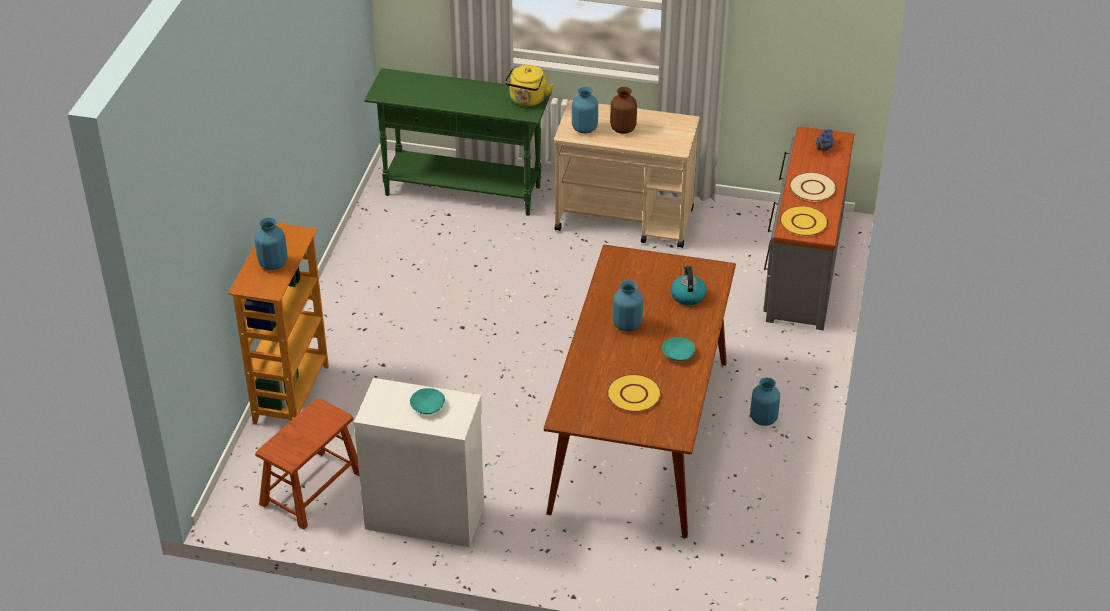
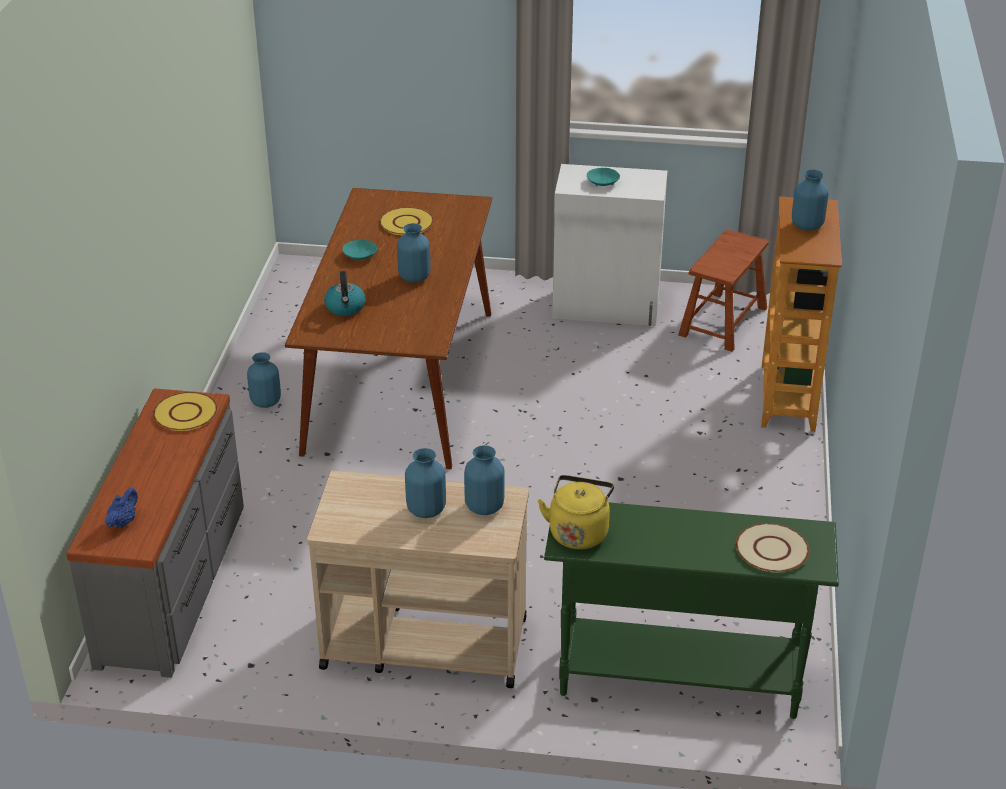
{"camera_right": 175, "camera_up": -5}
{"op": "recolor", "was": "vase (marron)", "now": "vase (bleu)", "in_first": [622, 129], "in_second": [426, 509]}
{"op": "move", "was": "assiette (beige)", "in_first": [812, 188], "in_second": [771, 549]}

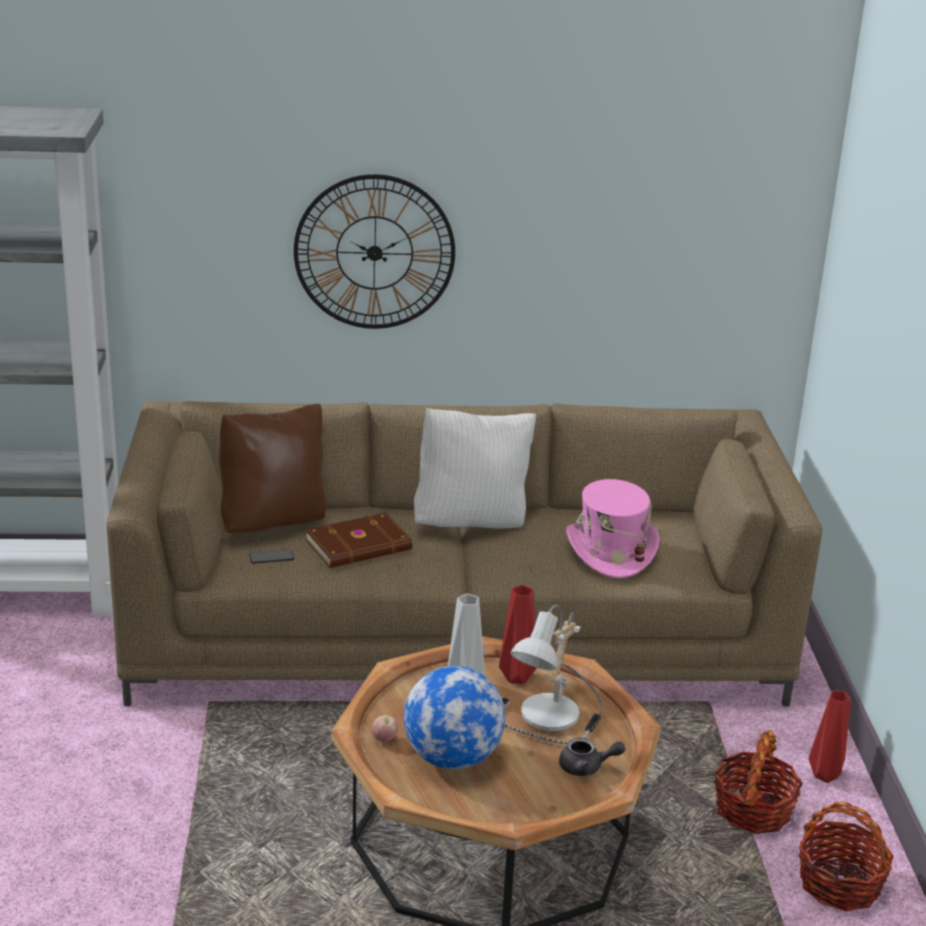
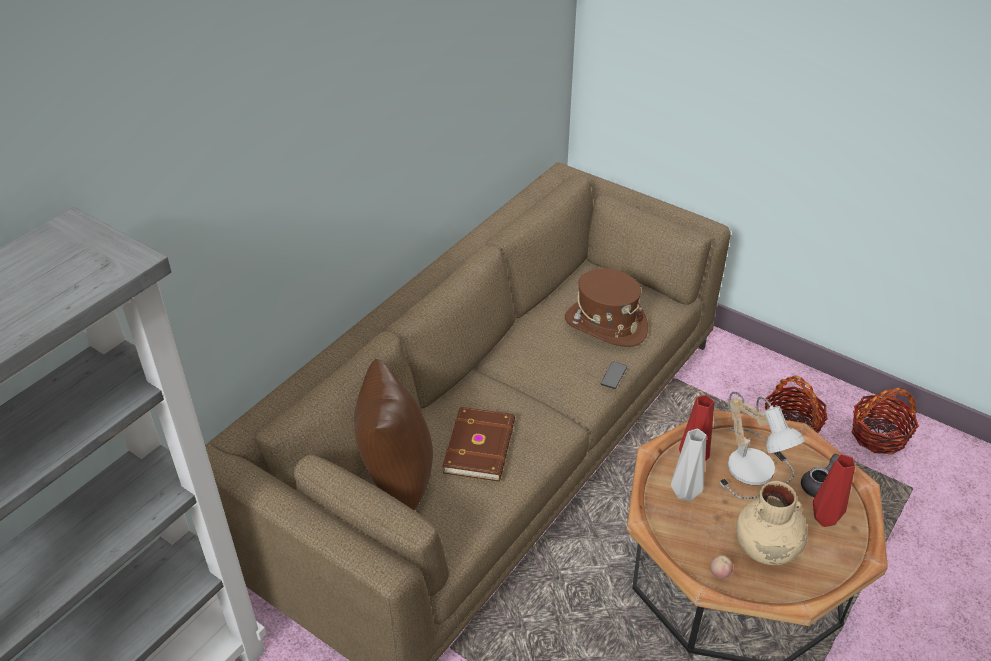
{"camera_right": -50, "camera_up": 15}
{"op": "move", "was": "téléphone", "in_first": [271, 557], "in_second": [613, 376]}
{"op": "delete", "was": "horloge murale", "in_first": [374, 252]}
{"op": "replace", "was": "globe", "now": "vase (beige)", "in_first": [452, 758], "in_second": [767, 548]}
{"op": "delete", "was": "coussin (blanc)", "in_first": [471, 522]}
{"op": "recolor", "was": "chapeau (rose)", "now": "chapeau (marron)", "in_first": [610, 551], "in_second": [605, 325]}
{"op": "move", "was": "vase (rouge)", "in_first": [824, 774], "in_second": [823, 518]}

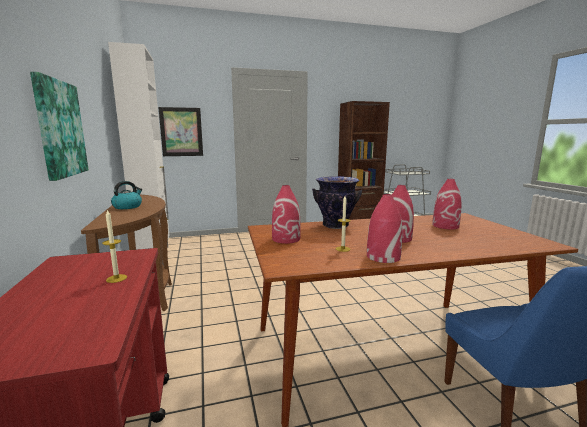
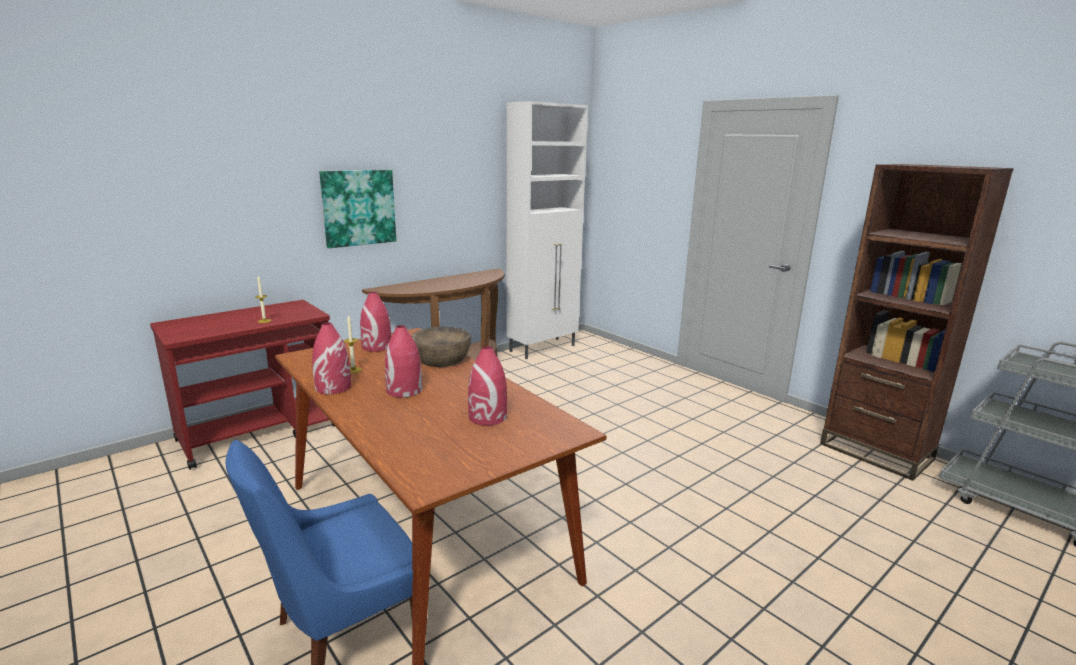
{"camera_right": 65, "camera_up": 5}
{"op": "delete", "was": "bouilloire", "in_first": [128, 206]}
{"op": "delete", "was": "tableau", "in_first": [181, 132]}
{"op": "replace", "was": "vase", "now": "bol (marron)", "in_first": [335, 226], "in_second": [441, 359]}

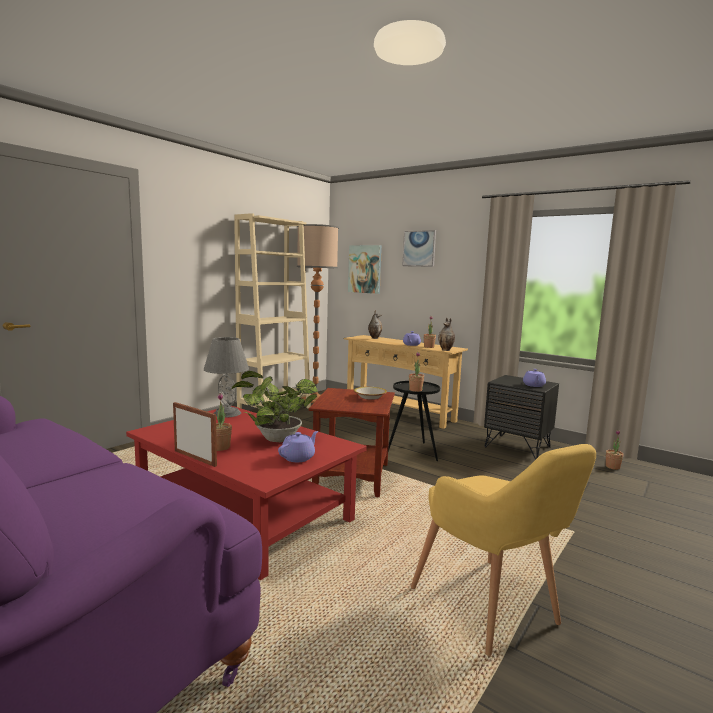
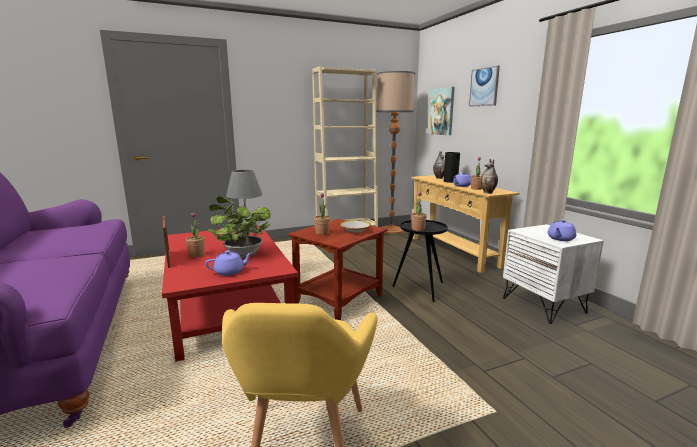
{"camera_right": 30, "camera_up": 5}
{"op": "recolor", "was": "table de chevet (noir)", "now": "table de chevet (blanc)", "in_first": [517, 447], "in_second": [544, 305]}
{"op": "move", "was": "plante en pot", "in_first": [612, 467], "in_second": [322, 233]}
{"op": "insert", "now": "vase", "in_second": [450, 181]}

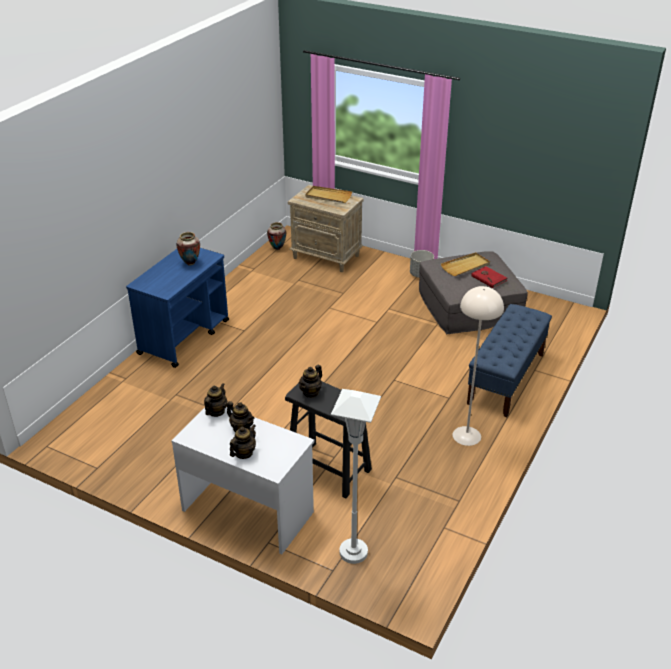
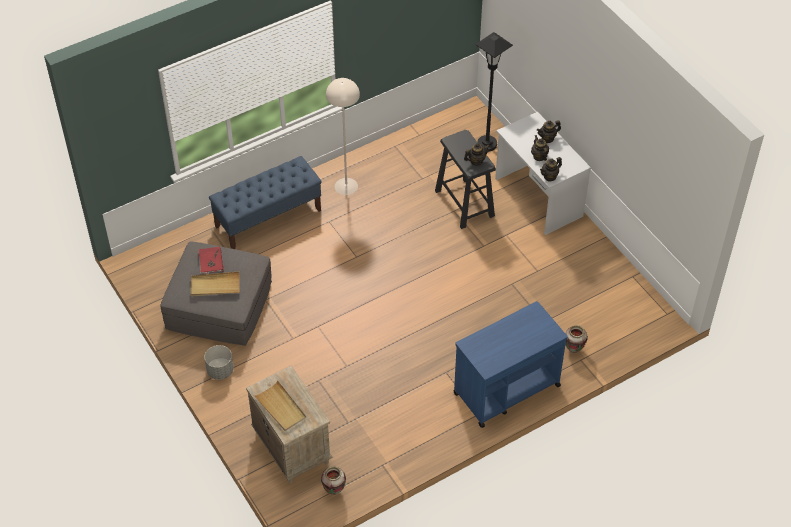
{"camera_right": -150, "camera_up": 15}
{"op": "move", "was": "vase", "in_first": [190, 263], "in_second": [573, 350]}
{"op": "recolor", "was": "lampadaire (blanc)", "now": "lampadaire (noir)", "in_first": [353, 552], "in_second": [487, 144]}

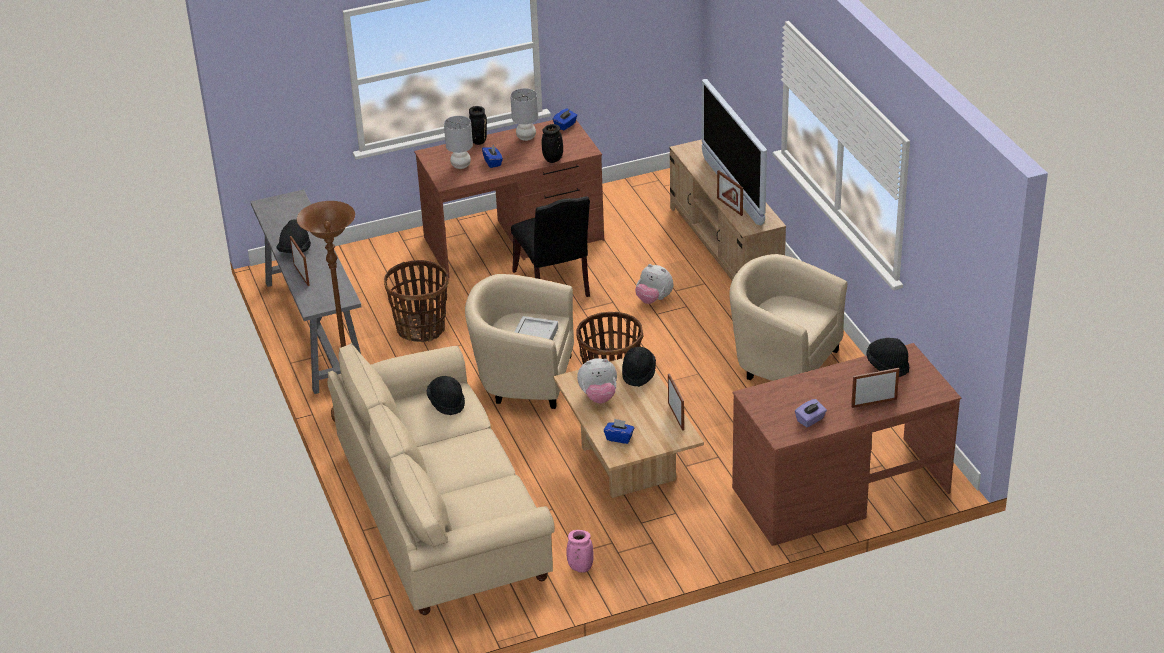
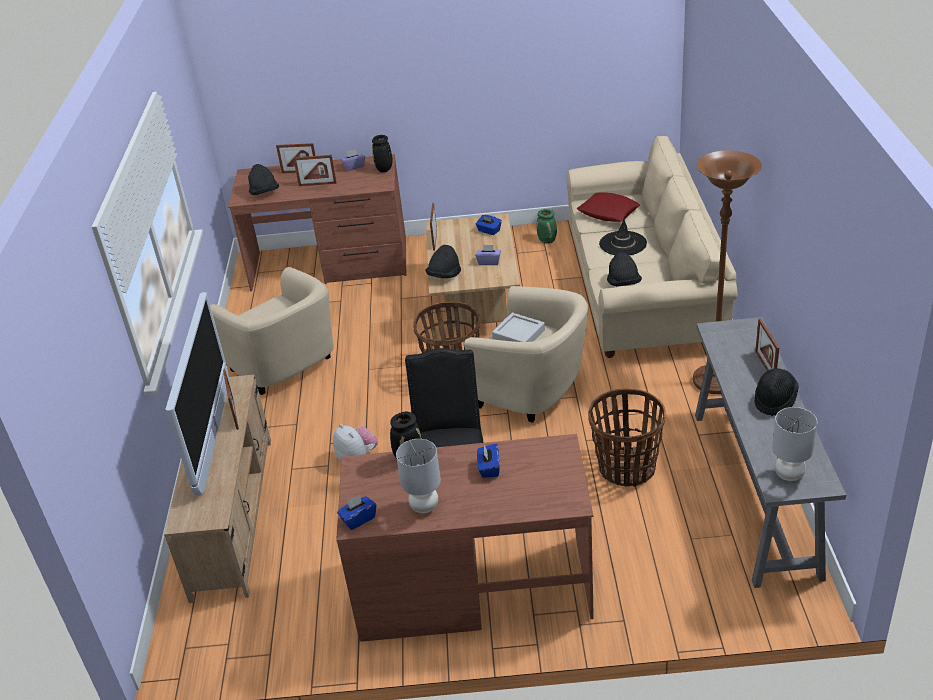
{"camera_right": -160, "camera_up": 0}
{"op": "move", "was": "lampe de table (gris)", "in_first": [460, 165], "in_second": [789, 475]}
{"op": "move", "was": "vase (noir)", "in_first": [478, 141], "in_second": [384, 170]}
{"op": "recolor", "was": "vase (rose)", "now": "vase (vert)", "in_first": [580, 568], "in_second": [547, 241]}
{"op": "replace", "was": "peluche", "now": "boîte à mouchoirs (violet)", "in_first": [598, 397], "in_second": [489, 262]}
{"op": "insert", "now": "cadre photo", "in_second": [317, 184]}
{"op": "insert", "now": "coussin (rouge)", "in_second": [608, 212]}
{"op": "insert", "now": "chapeau (noir)", "in_second": [622, 244]}

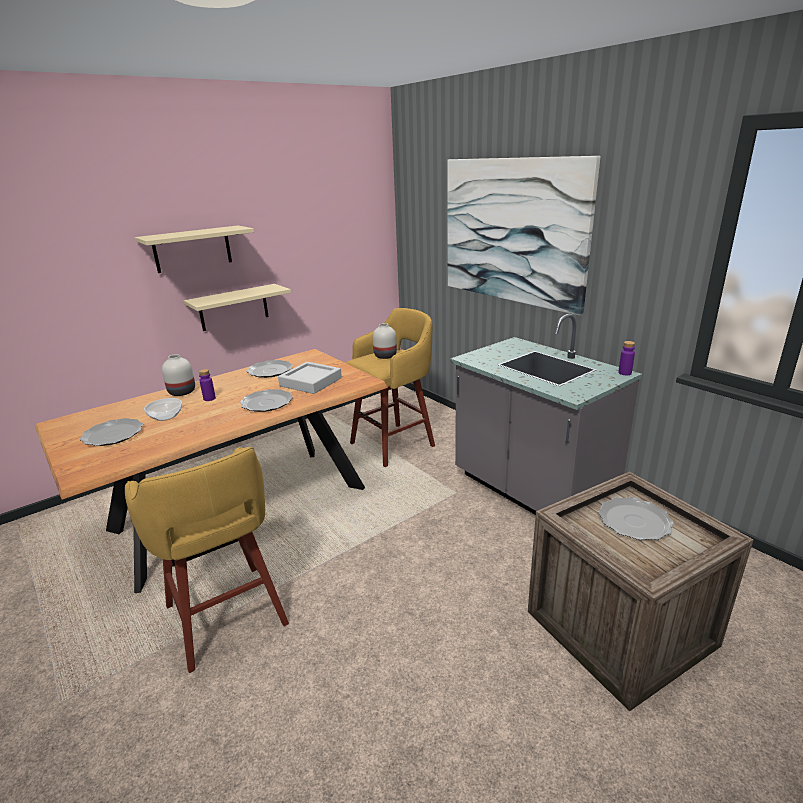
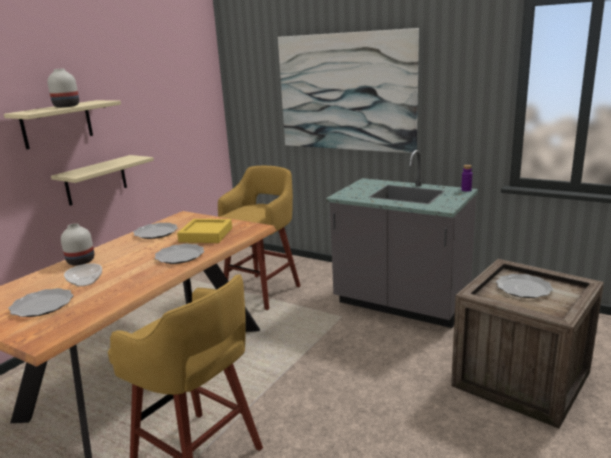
{"camera_right": -20, "camera_up": -5}
{"op": "delete", "was": "bouteille (violet)", "in_first": [209, 398]}
{"op": "recolor", "was": "plateau (gris)", "now": "plateau (jaune)", "in_first": [310, 382], "in_second": [206, 235]}
{"op": "move", "was": "vase (blanc)", "in_first": [386, 356], "in_second": [67, 106]}

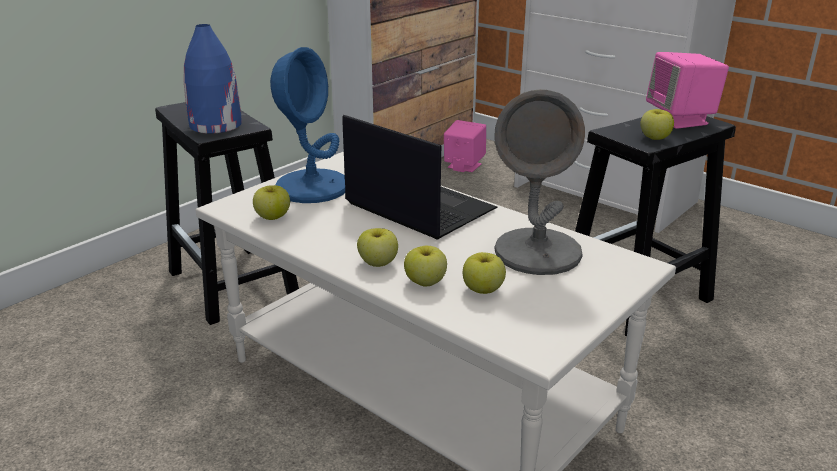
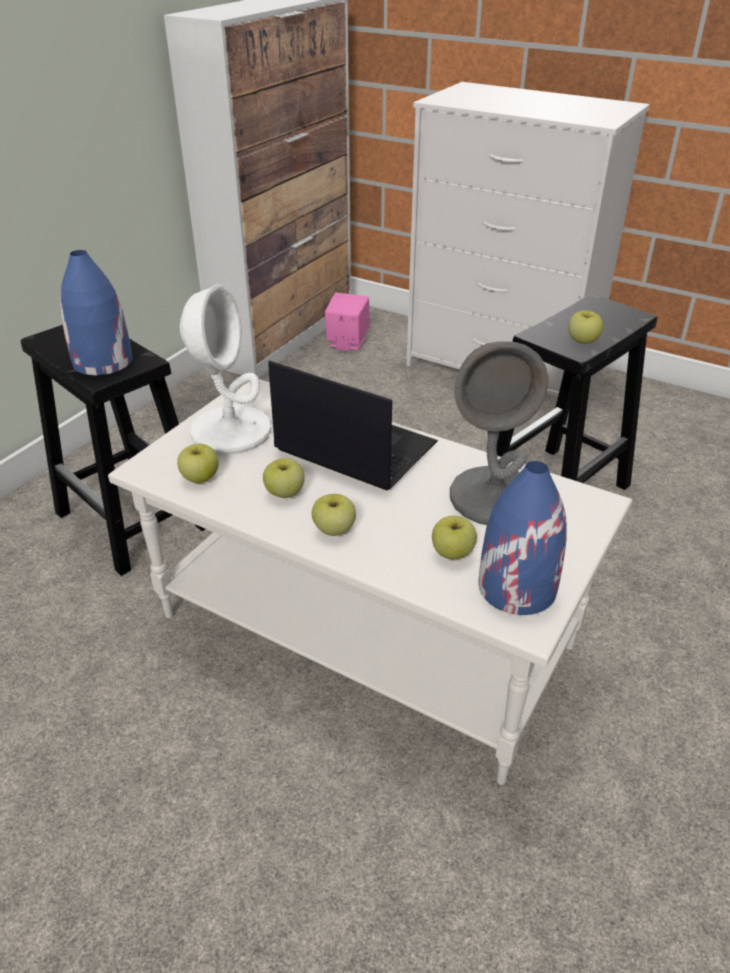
{"camera_right": -10, "camera_up": 10}
{"op": "recolor", "was": "lampe de table (bleu)", "now": "lampe de table (blanc)", "in_first": [312, 187], "in_second": [231, 431]}
{"op": "move", "was": "pomme", "in_first": [425, 282], "in_second": [285, 493]}
{"op": "delete", "was": "enceinte (rose)", "in_first": [680, 120]}
{"op": "insert", "now": "vase (bleu)", "in_second": [516, 586]}

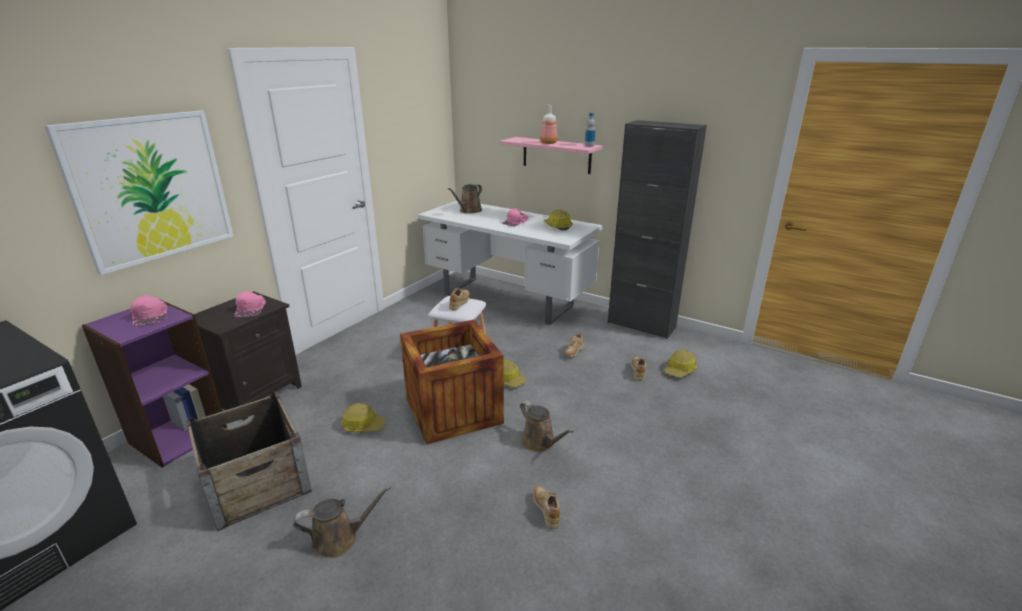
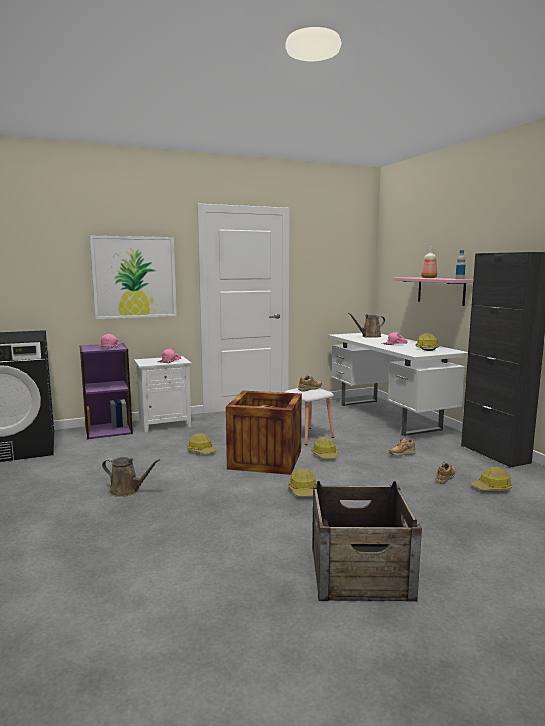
{"camera_right": 35, "camera_up": -15}
{"op": "move", "was": "caisse", "in_first": [256, 483], "in_second": [359, 571]}
{"op": "recolor", "was": "table de chevet (noir)", "now": "table de chevet (blanc)", "in_first": [258, 393], "in_second": [165, 424]}
{"op": "replace", "was": "arrosoir (marron)", "now": "casque de chantier", "in_first": [540, 442], "in_second": [303, 491]}
{"op": "delete", "was": "chaussure (beige)", "in_first": [546, 511]}

